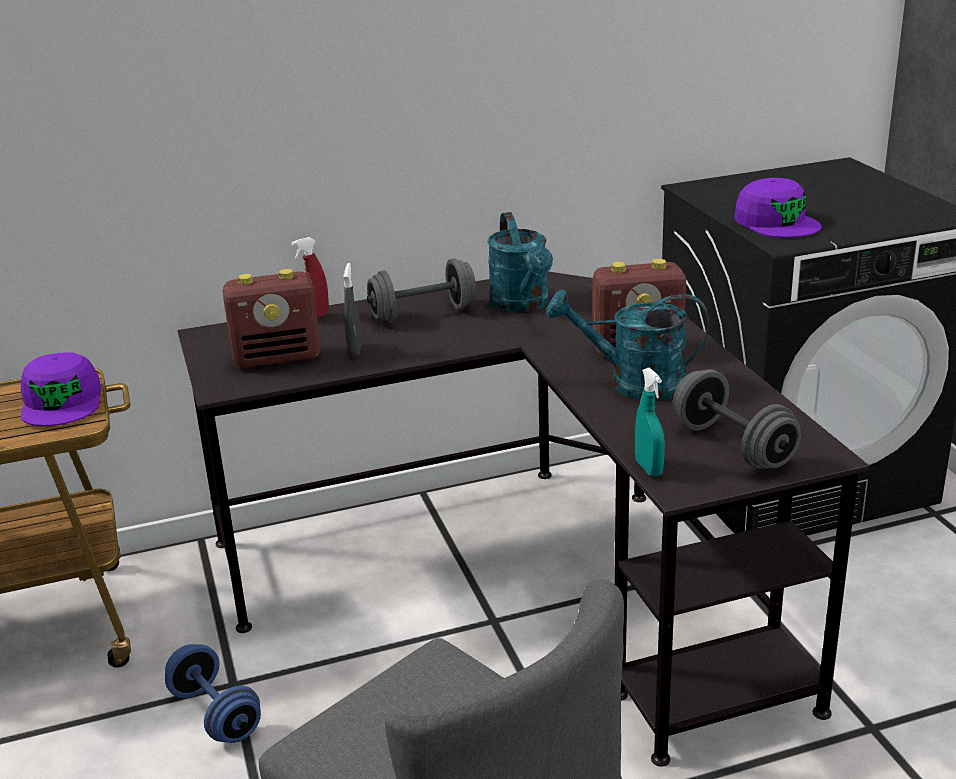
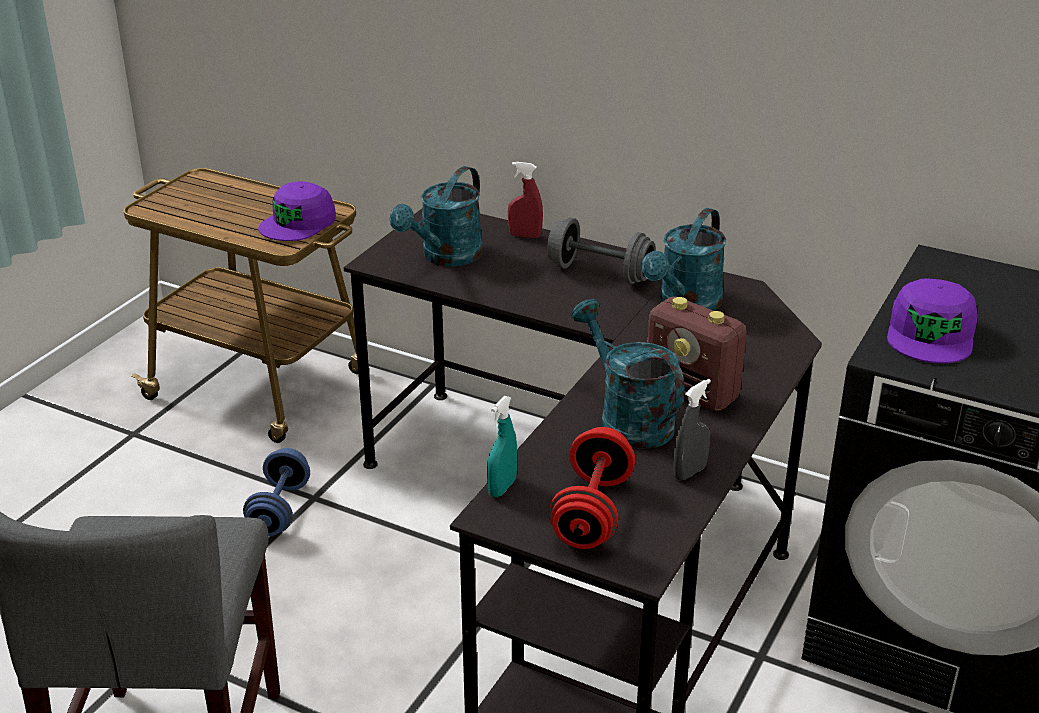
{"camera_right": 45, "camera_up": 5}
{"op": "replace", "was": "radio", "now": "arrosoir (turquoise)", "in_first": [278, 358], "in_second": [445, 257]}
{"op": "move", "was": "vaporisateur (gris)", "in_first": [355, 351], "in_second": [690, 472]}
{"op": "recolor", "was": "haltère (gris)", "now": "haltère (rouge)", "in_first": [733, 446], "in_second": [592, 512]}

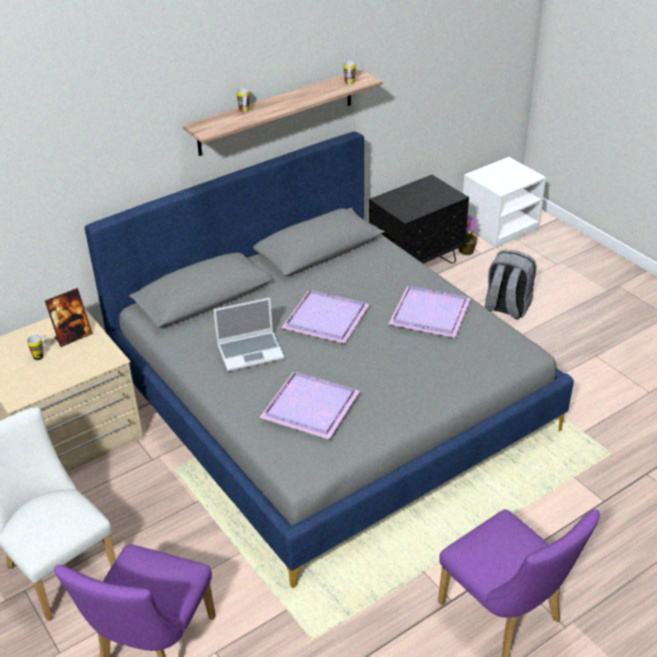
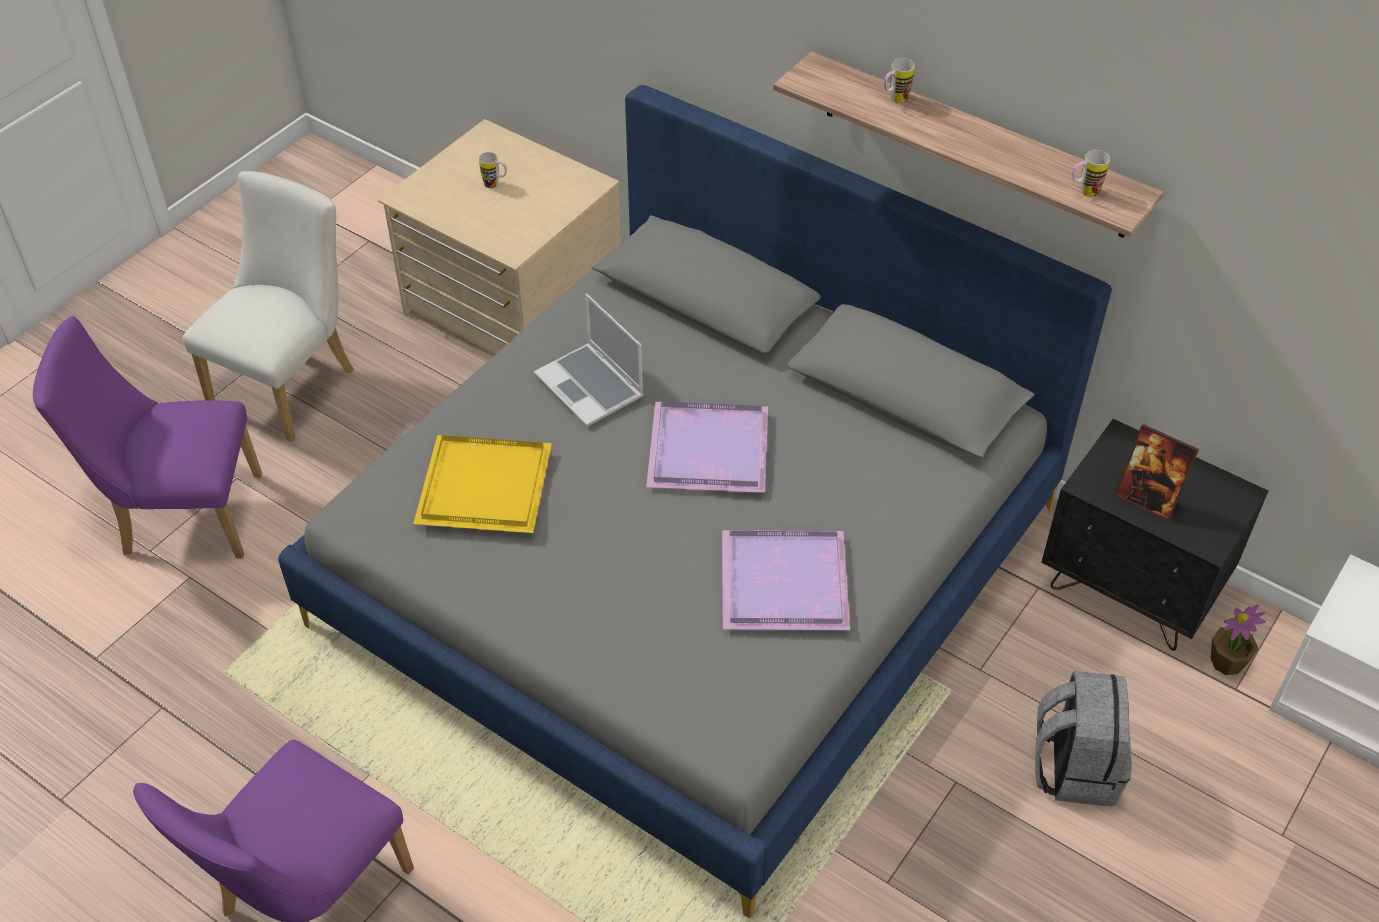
{"camera_right": 70, "camera_up": 10}
{"op": "move", "was": "cadre photo", "in_first": [73, 336], "in_second": [1146, 500]}
{"op": "recolor", "was": "plateau (violet)", "now": "plateau (jaune)", "in_first": [309, 405], "in_second": [487, 485]}

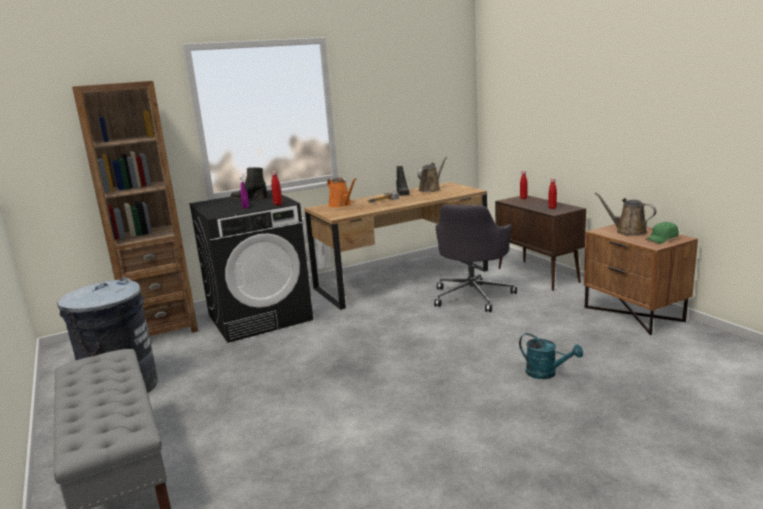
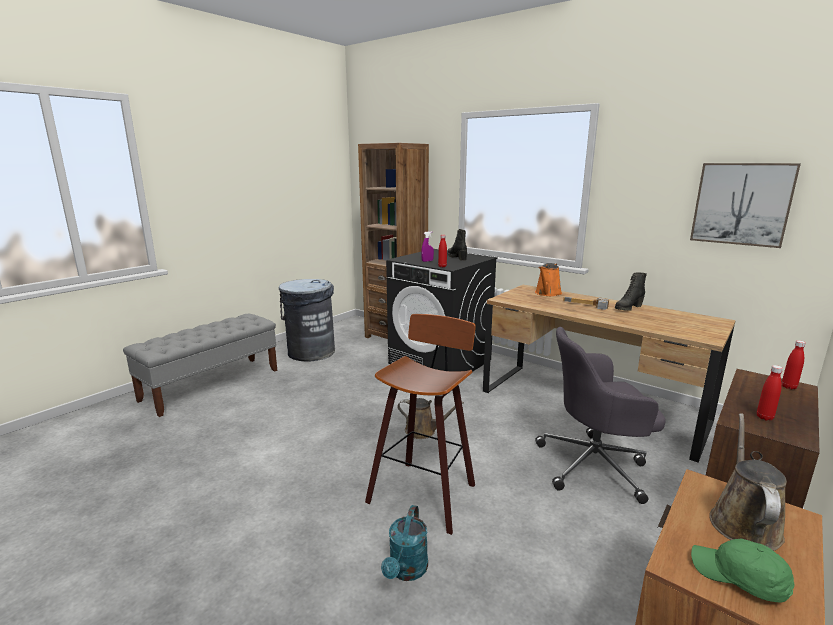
{"camera_right": 65, "camera_up": 0}
{"op": "move", "was": "arrosoir (marron)", "in_first": [431, 189], "in_second": [423, 431]}
{"op": "insert", "now": "tabouret", "in_second": [425, 492]}
{"op": "insert", "now": "tableau", "in_second": [741, 204]}

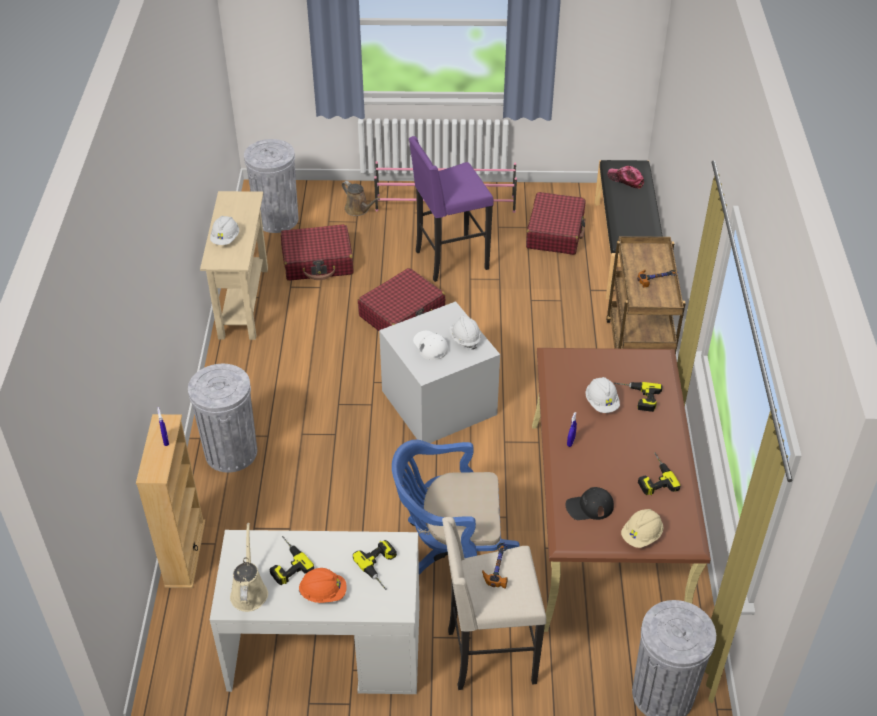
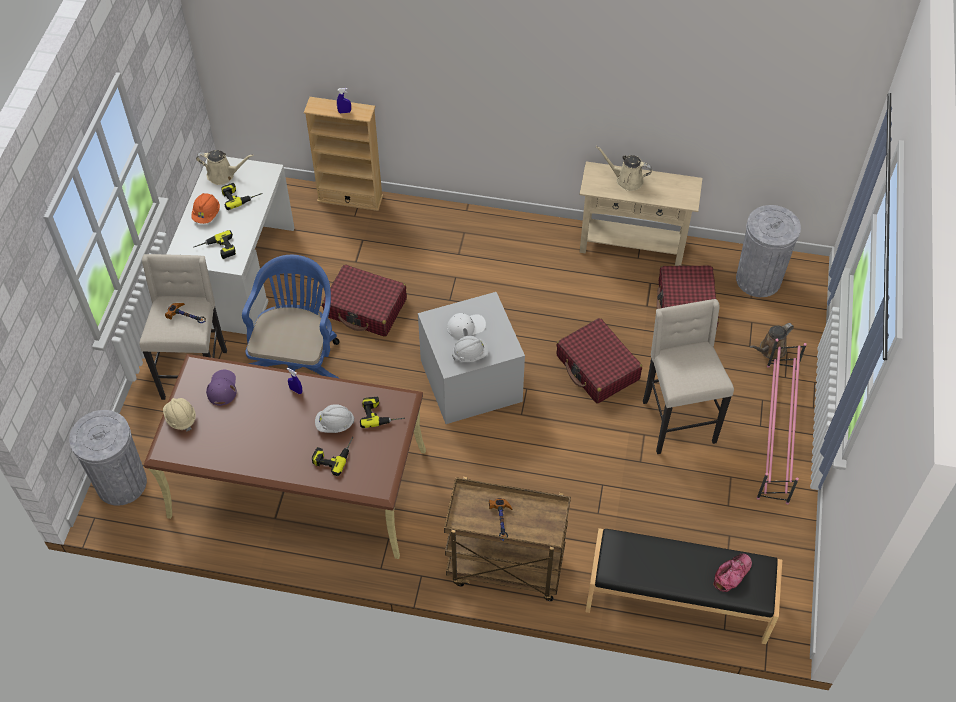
{"camera_right": 100, "camera_up": 10}
{"op": "delete", "was": "poubelle (gris)", "in_first": [231, 452]}
{"op": "replace", "was": "casque de chantier (blanc)", "now": "arrosoir (beige)", "in_first": [225, 238], "in_second": [626, 180]}
{"op": "recolor", "was": "tabouret (violet)", "now": "tabouret (beige)", "in_first": [449, 260], "in_second": [676, 421]}
{"op": "move", "was": "valise (rouge)", "in_first": [555, 232], "in_second": [366, 308]}
{"op": "recolor", "was": "casquette (noir)", "now": "casquette (violet)", "in_first": [589, 507], "in_second": [222, 388]}
{"op": "move", "was": "perceuse", "in_first": [653, 477], "in_second": [381, 413]}

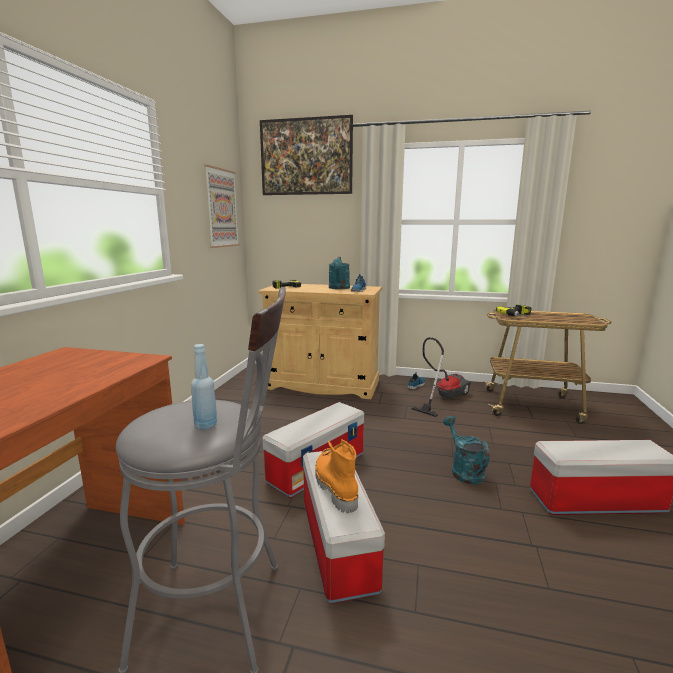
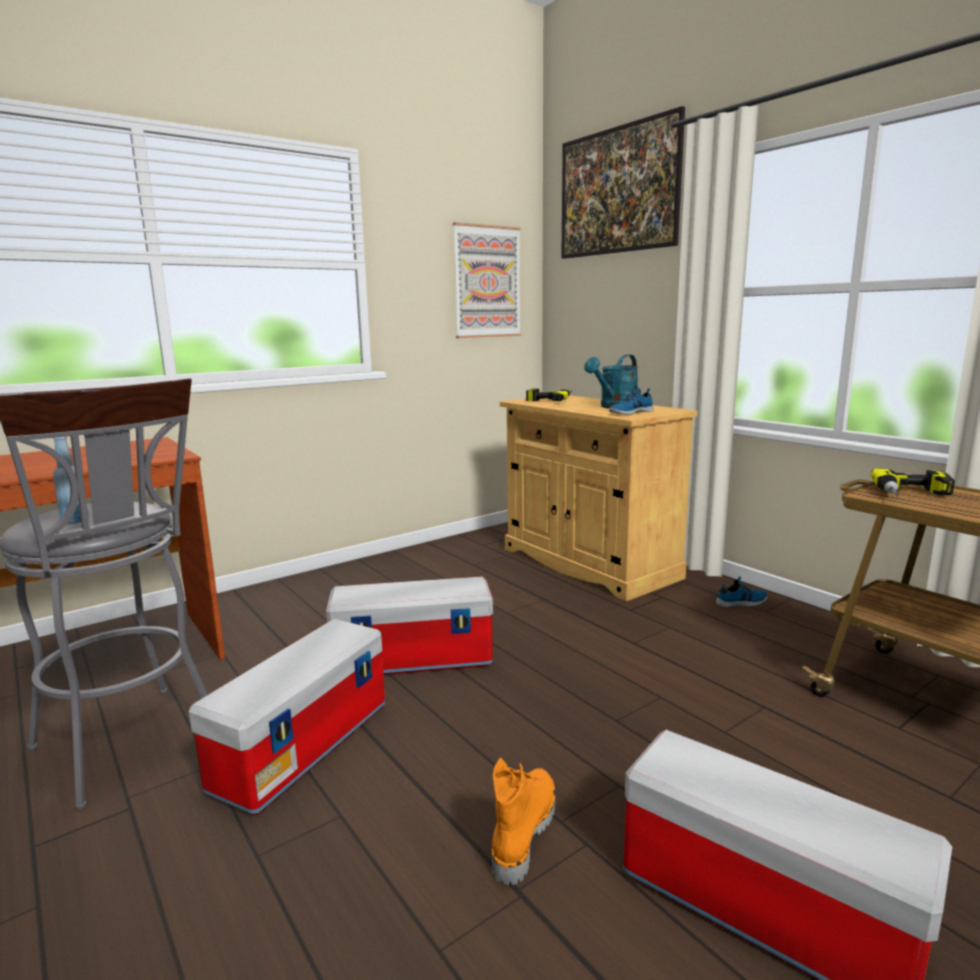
{"camera_right": 40, "camera_up": 0}
{"op": "move", "was": "botte (orange)", "in_first": [334, 487], "in_second": [522, 832]}
{"op": "delete", "was": "aspirateur", "in_first": [443, 398]}
{"op": "delete", "was": "arrosoir (turquoise)", "in_first": [464, 470]}

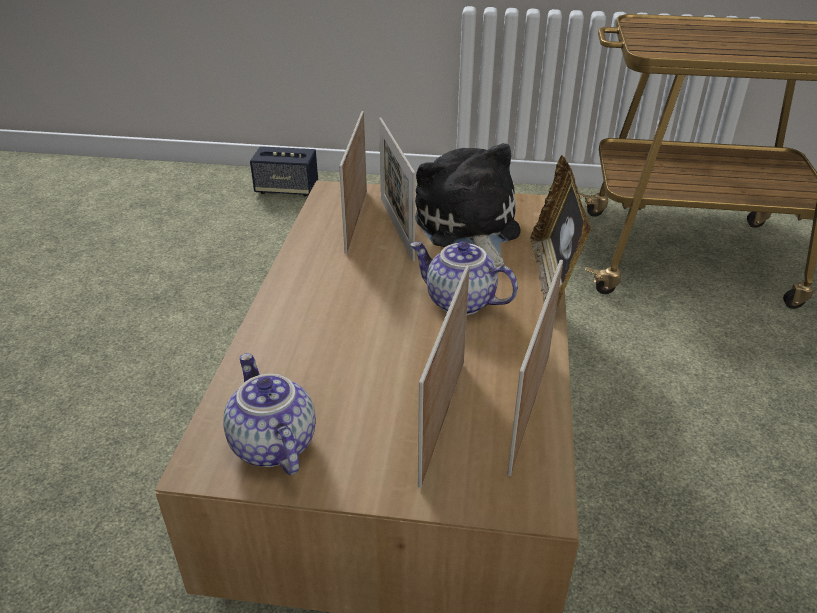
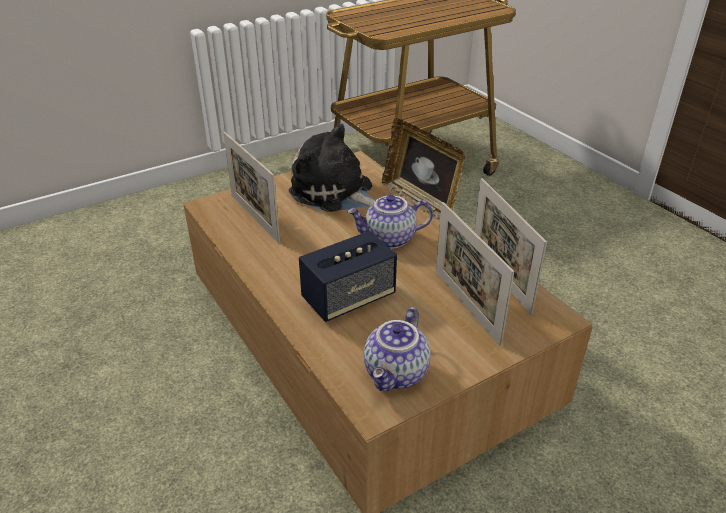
{"camera_right": -40, "camera_up": 0}
{"op": "rotate", "was": "théière", "in_first": [271, 445], "in_second": [397, 374], "clockwise": -90}
{"op": "move", "was": "enceinte", "in_first": [287, 189], "in_second": [348, 298]}
{"op": "delete", "was": "cadre photo", "in_first": [396, 228]}

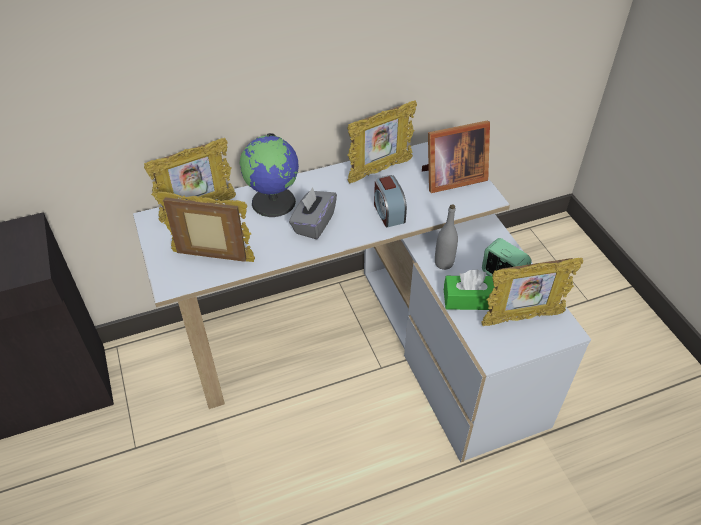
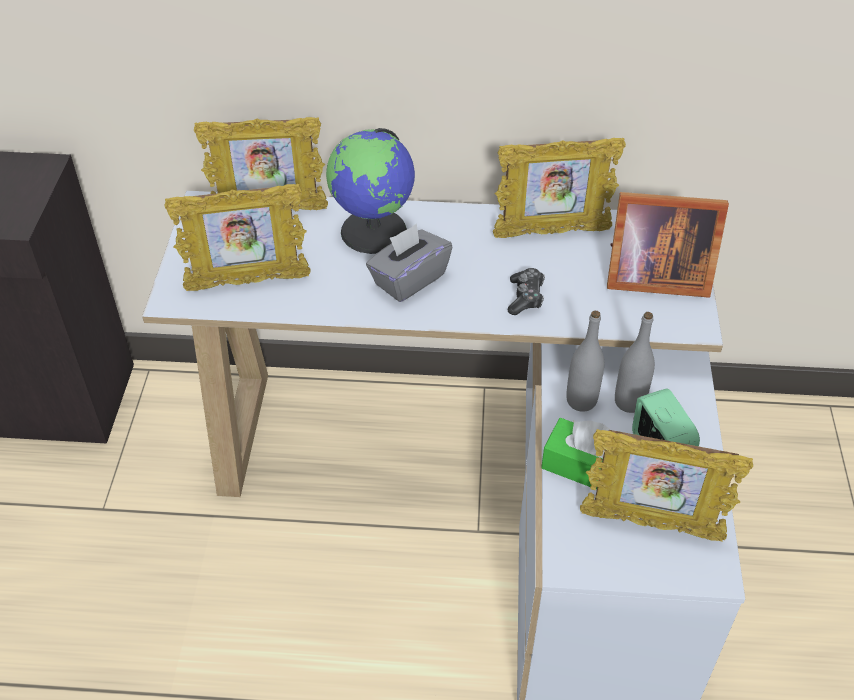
{"camera_right": 25, "camera_up": 0}
{"op": "rotate", "was": "cadre photo", "in_first": [213, 258], "in_second": [248, 282], "clockwise": 135}
{"op": "replace", "was": "réveil", "now": "manette", "in_first": [388, 212], "in_second": [525, 297]}
{"op": "insert", "now": "bouteille (gris)", "in_second": [629, 402]}

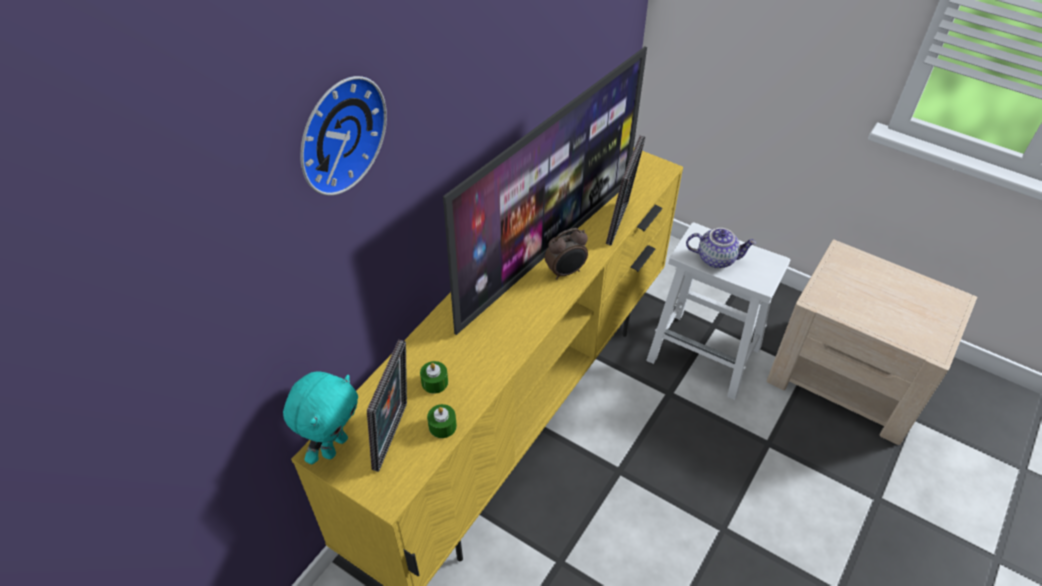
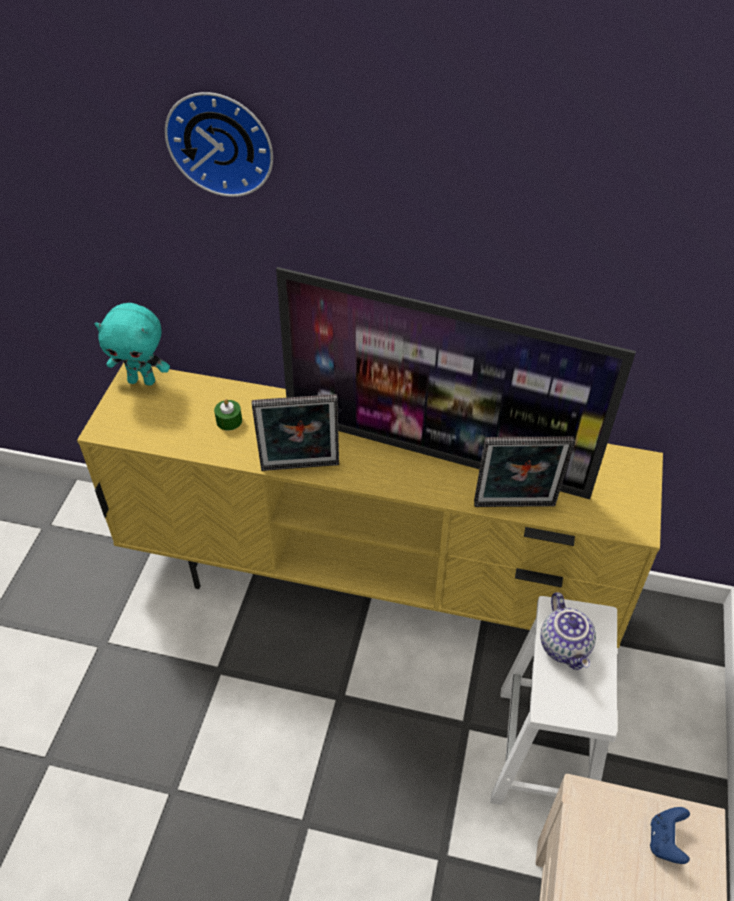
{"camera_right": 70, "camera_up": 0}
{"op": "move", "was": "cadre photo", "in_first": [395, 437], "in_second": [300, 469]}
{"op": "delete", "was": "bougie (vert)", "in_first": [442, 426]}
{"op": "delete", "was": "réveil", "in_first": [566, 272]}
{"op": "insert", "now": "manette (bleu)", "in_second": [665, 841]}

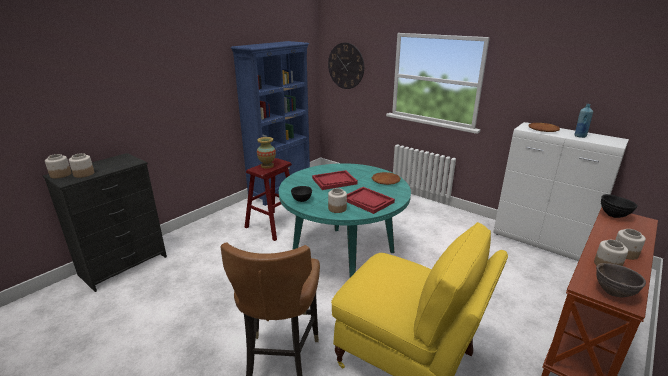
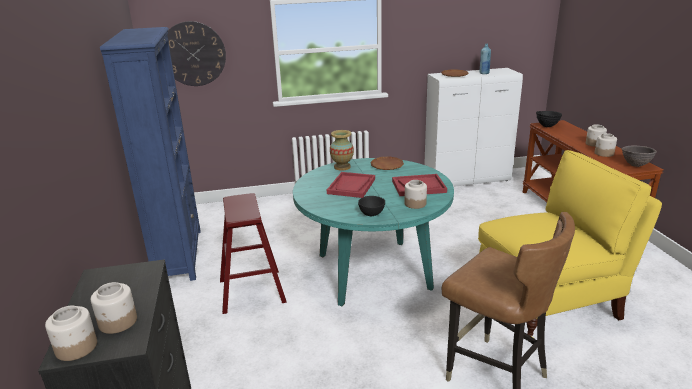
{"camera_right": -50, "camera_up": 0}
{"op": "move", "was": "vase", "in_first": [267, 166], "in_second": [342, 167]}

